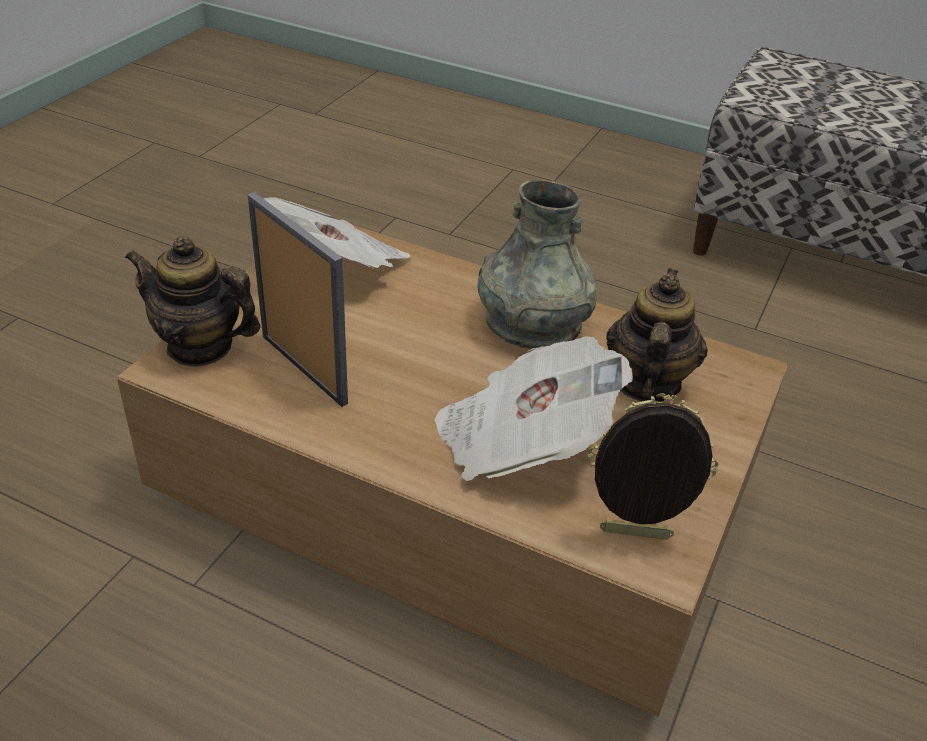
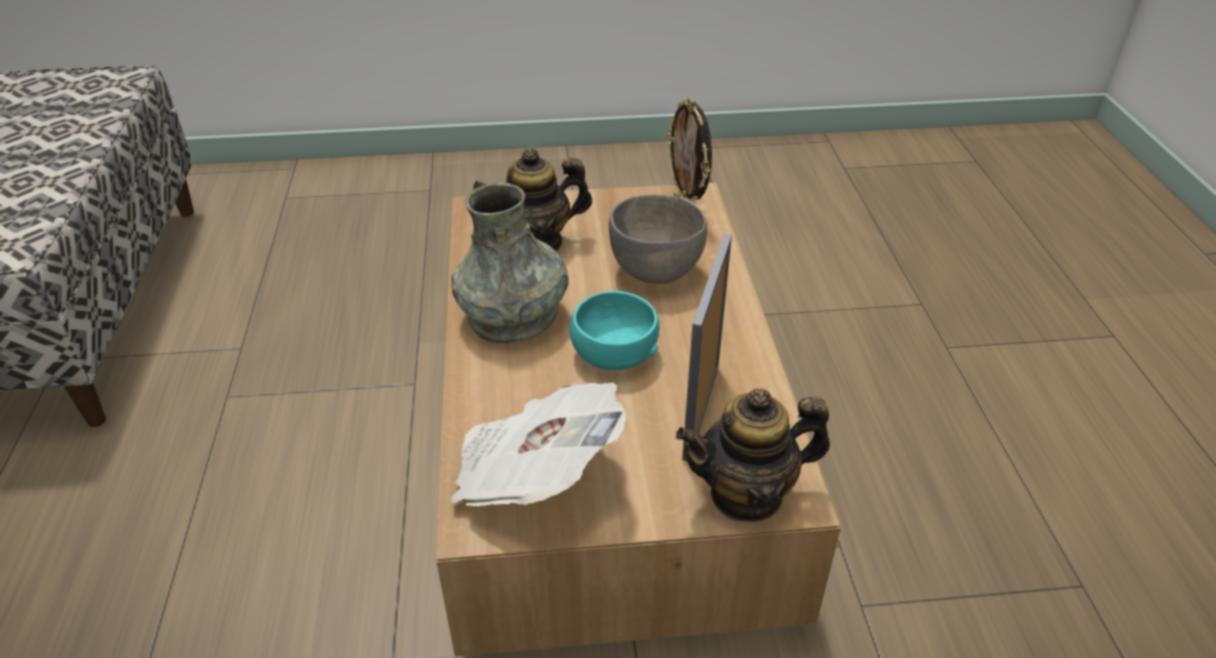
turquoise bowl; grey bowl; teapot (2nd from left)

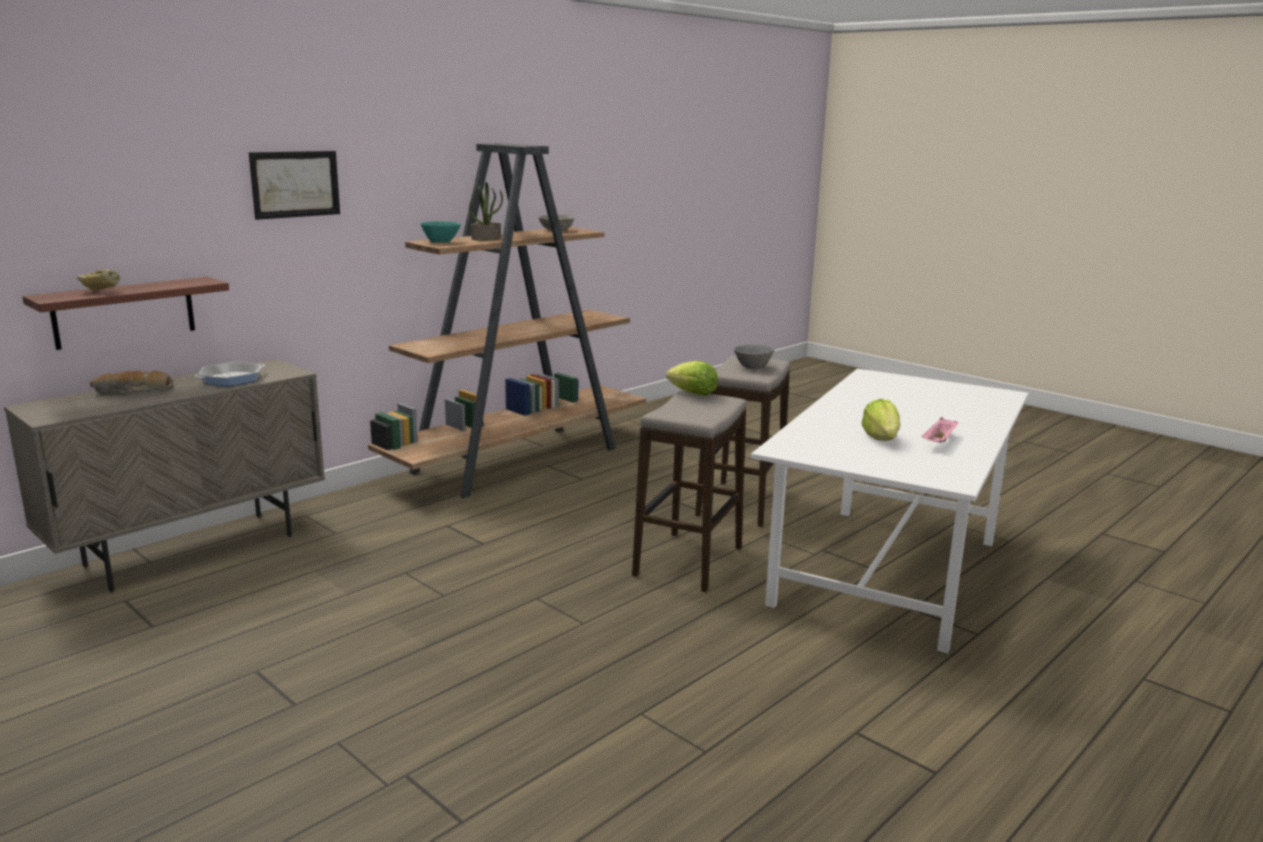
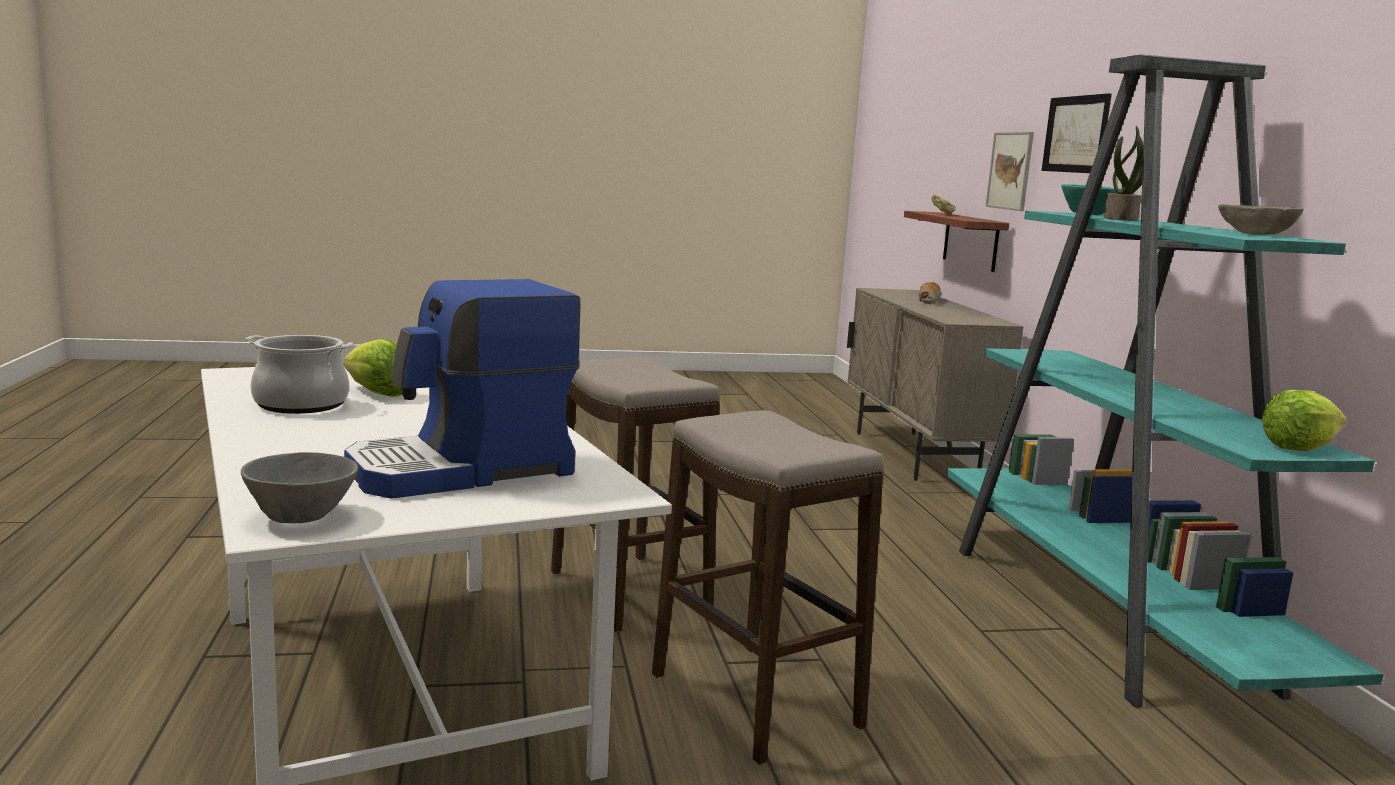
frying pan; coffee machine; picture (1st from left); lettuce (2nd from left); grey bowl (1st from left); cooking pot; turquoise bookcase

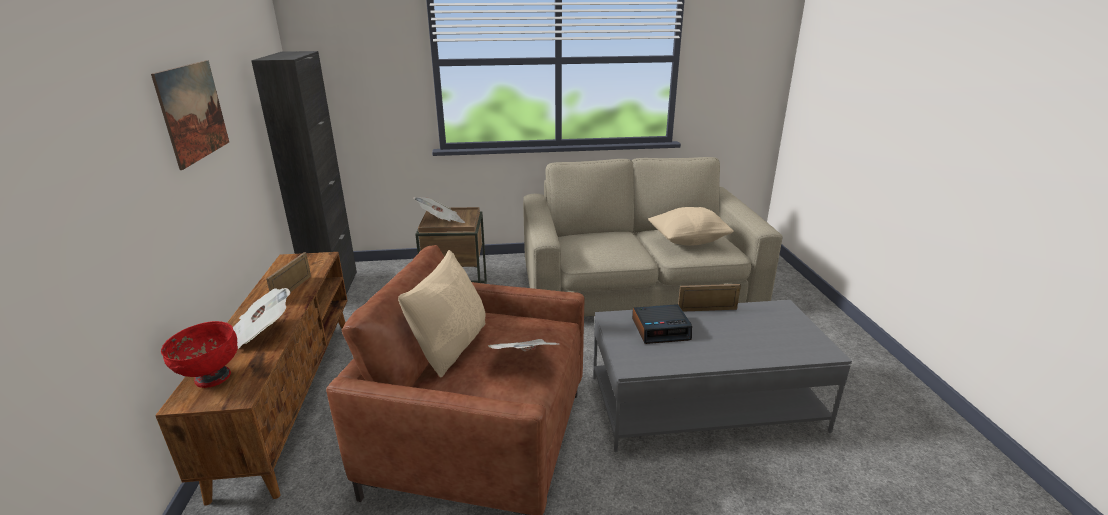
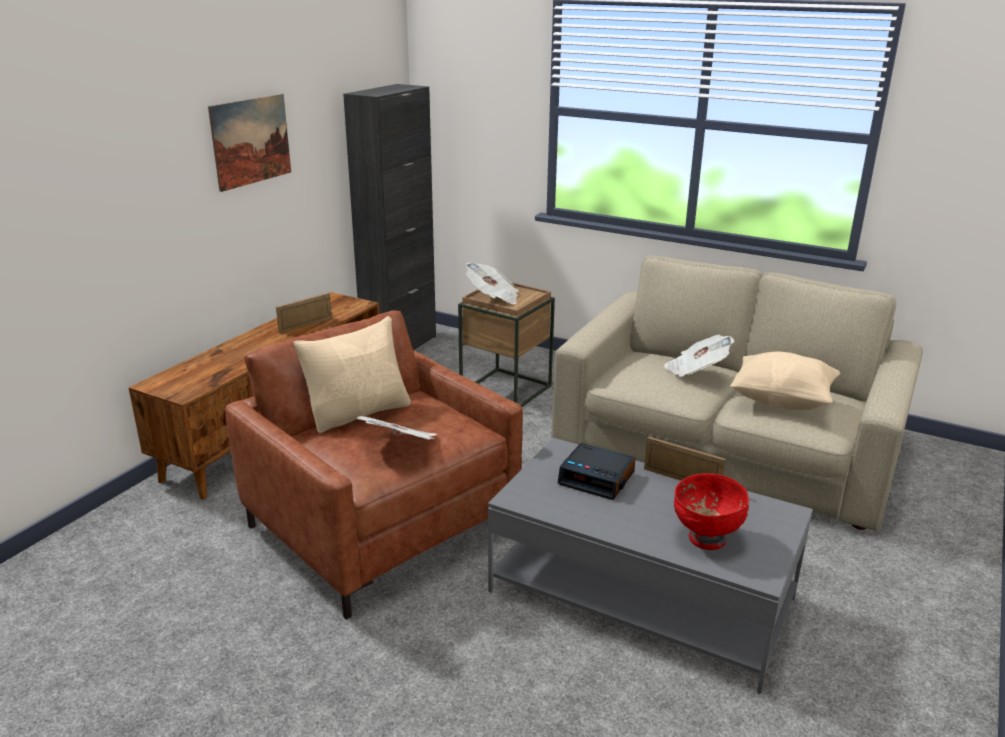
red bowl; newspaper (3rd from left)

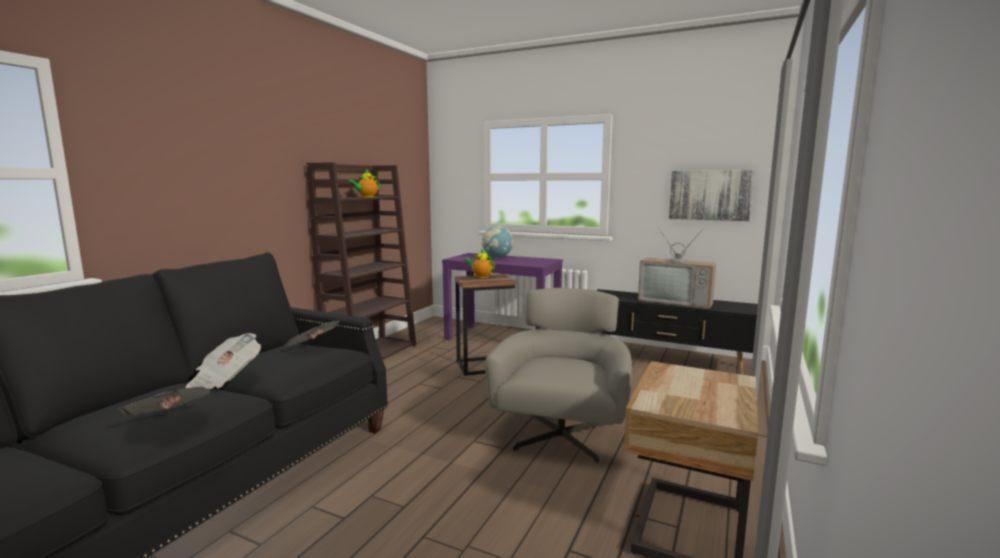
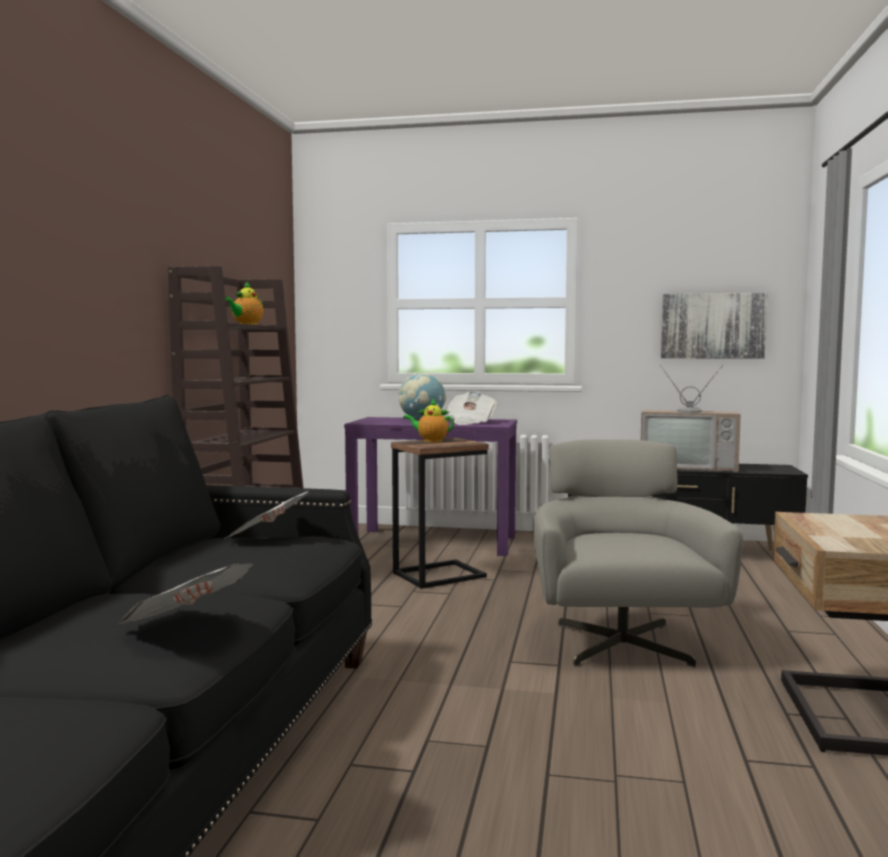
newspaper (3rd from left)

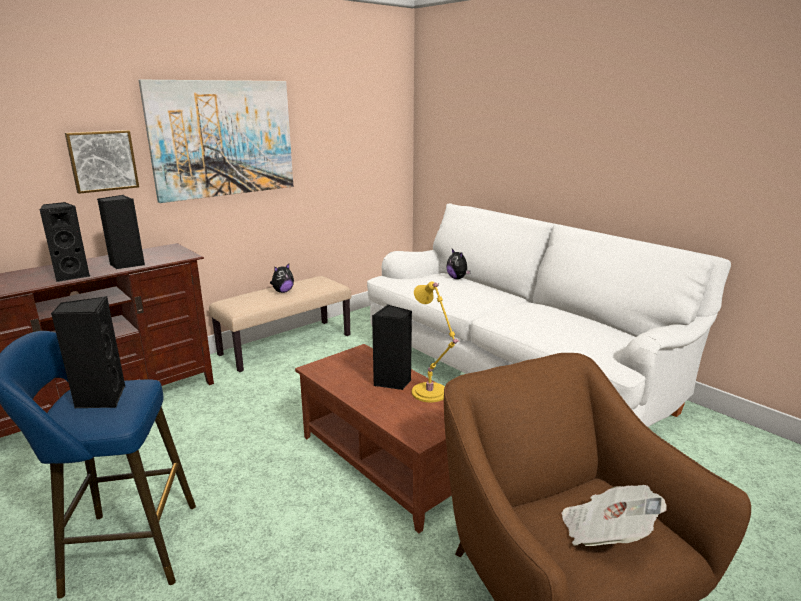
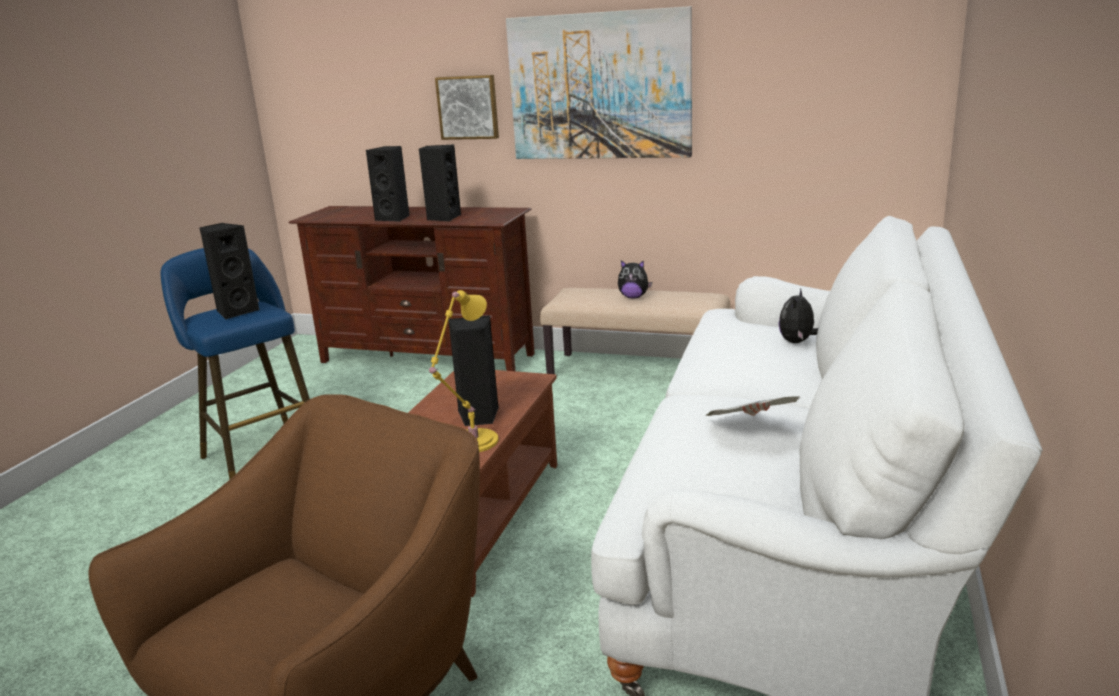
newspaper

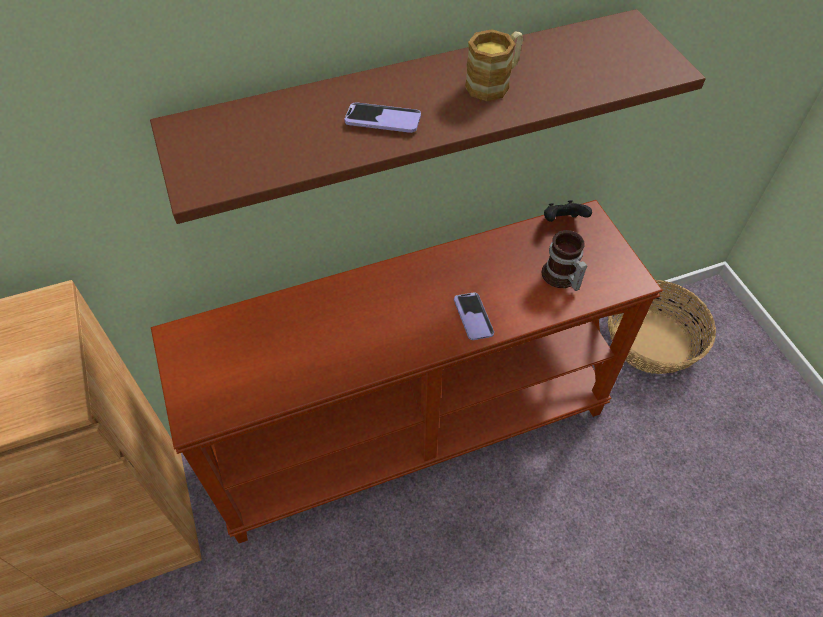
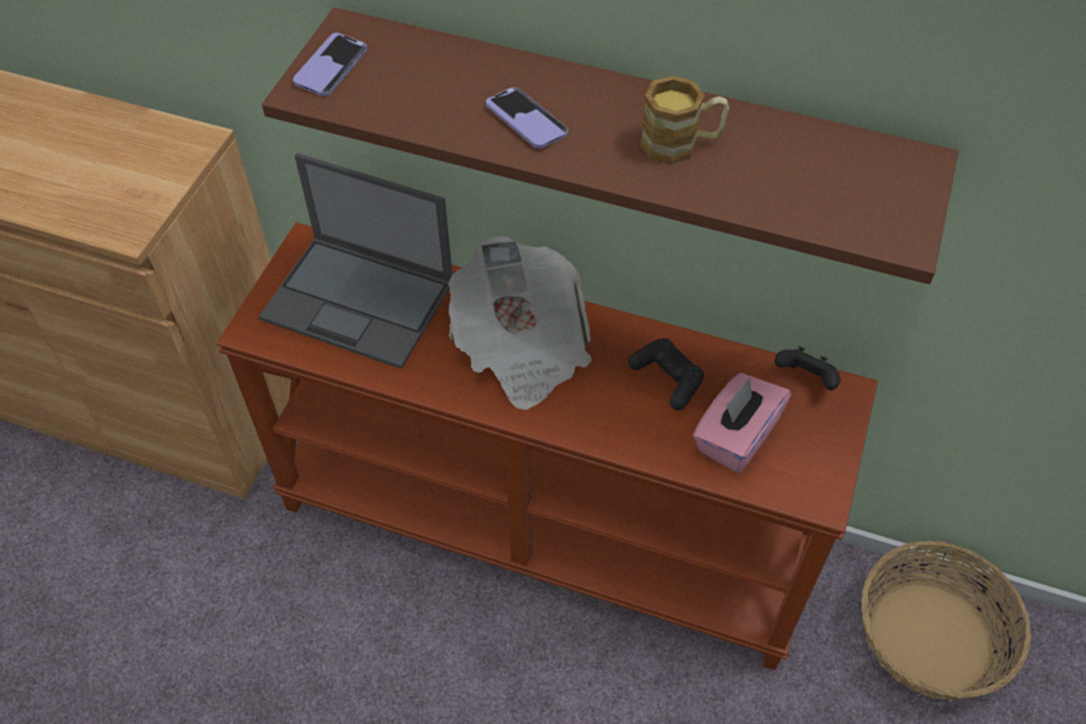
laptop; newspaper; black game controller (1st from left); phone (1st from left); pink tissue box

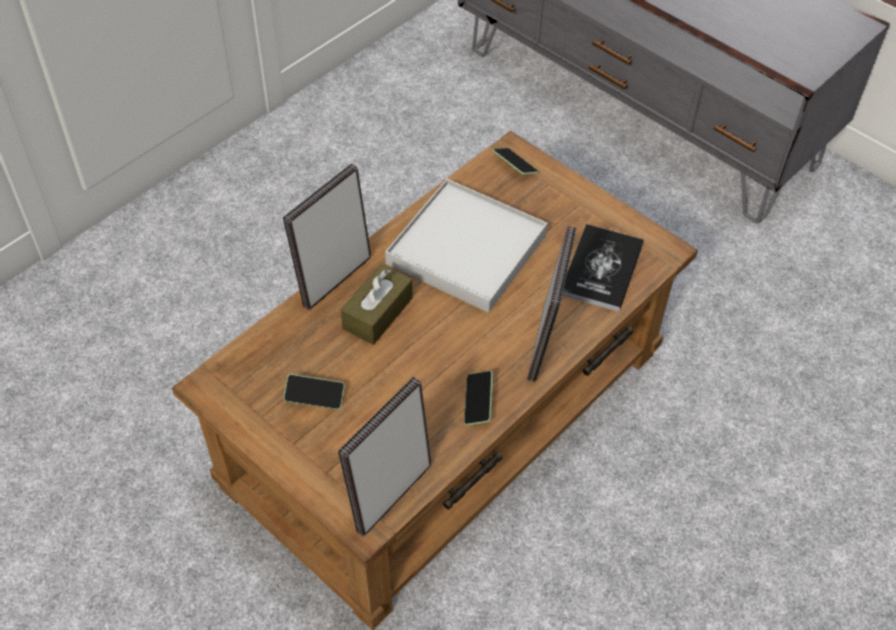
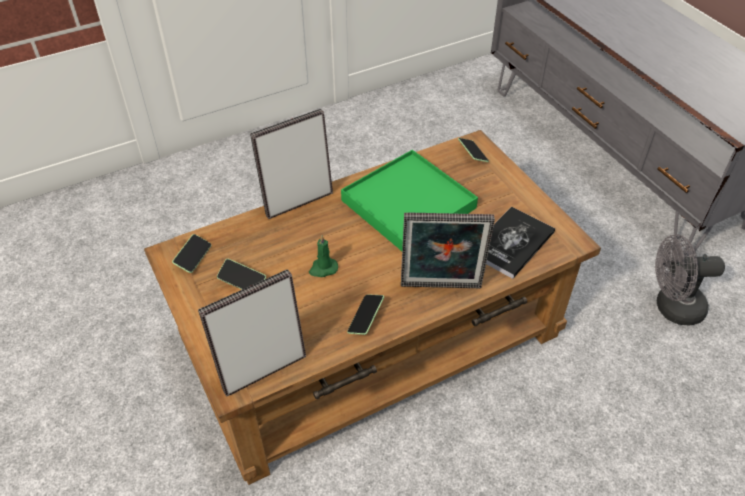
brown tissue box; phone (1st from left); green candle; grey fan; green tray; picture frame (3rd from left)

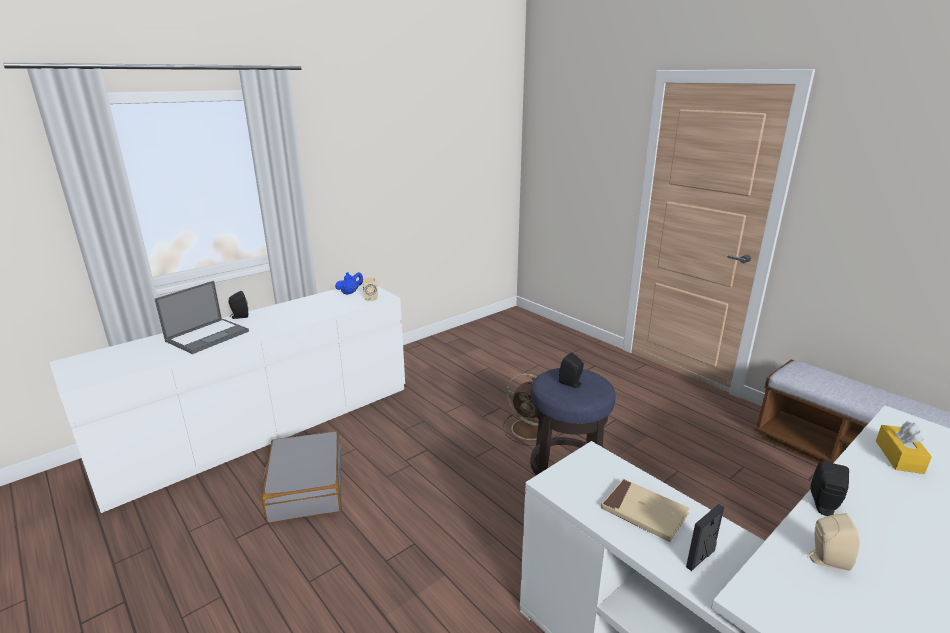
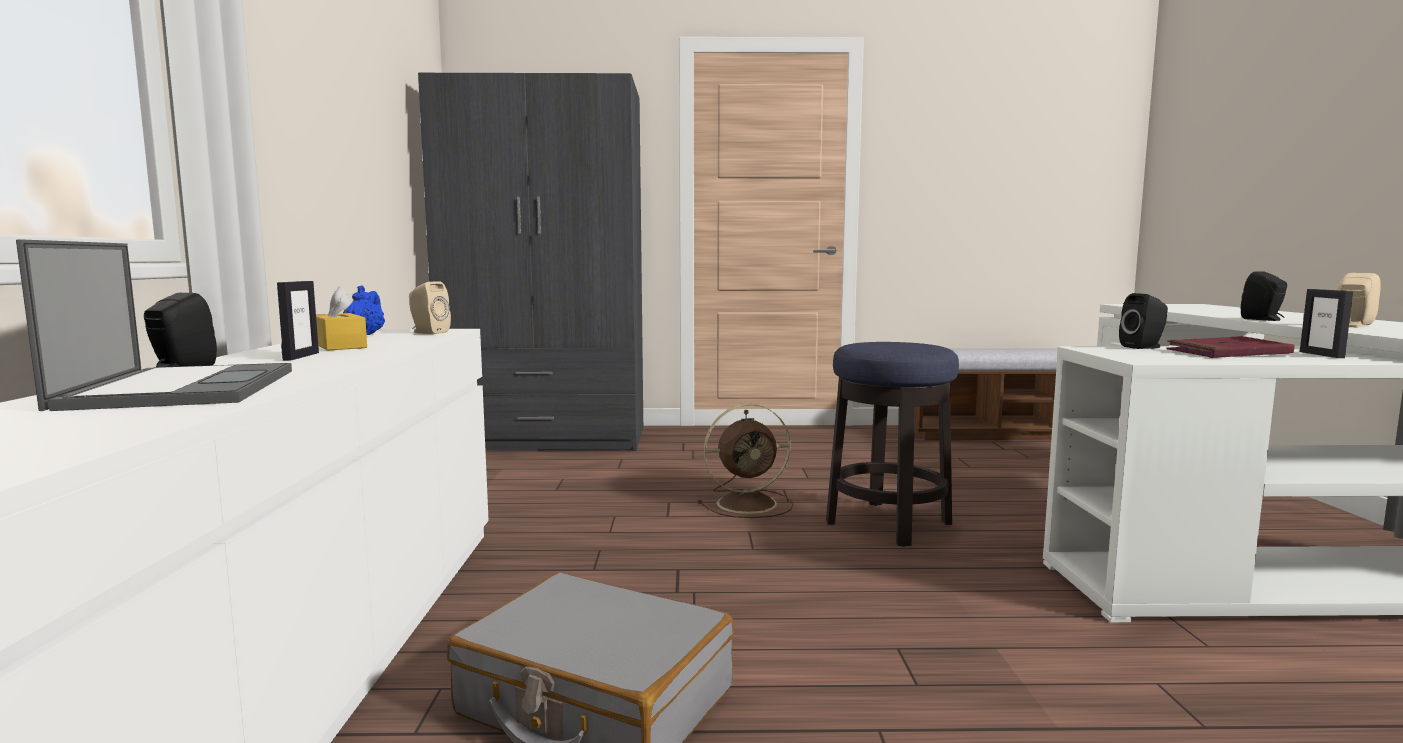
picture frame (1st from left); grey wardrobe; black speaker (2nd from left); yellow tissue box; red book

